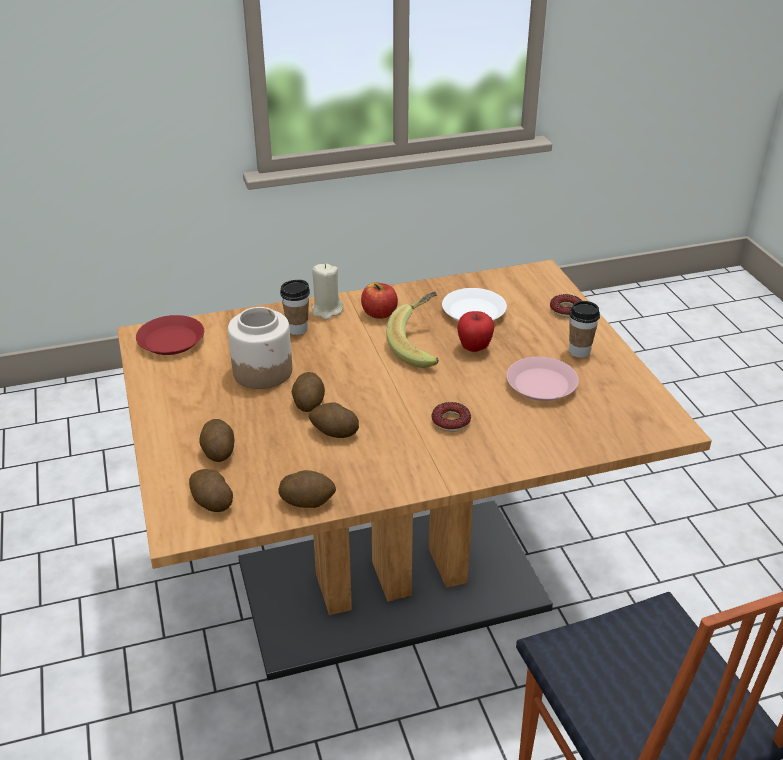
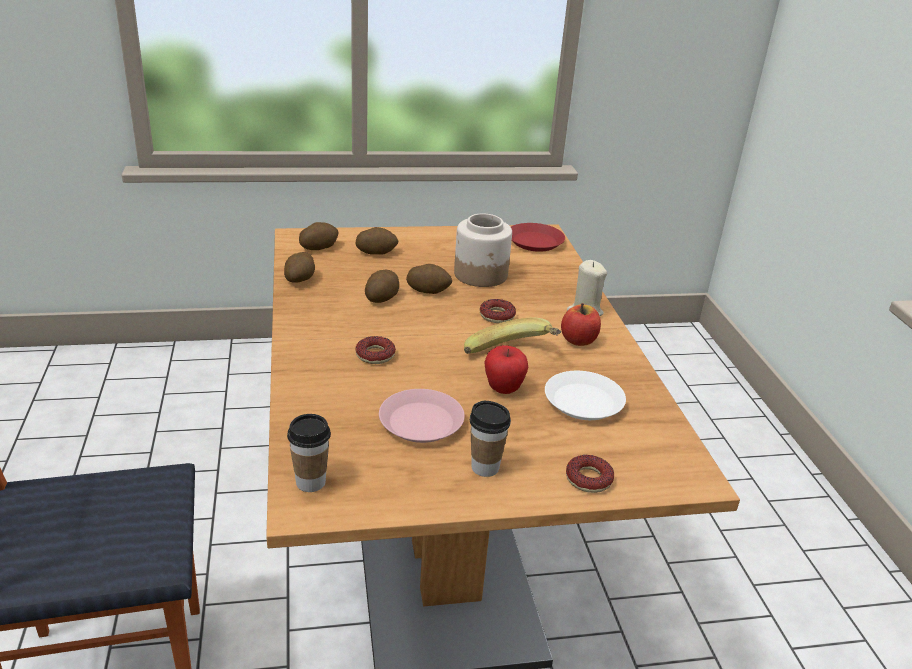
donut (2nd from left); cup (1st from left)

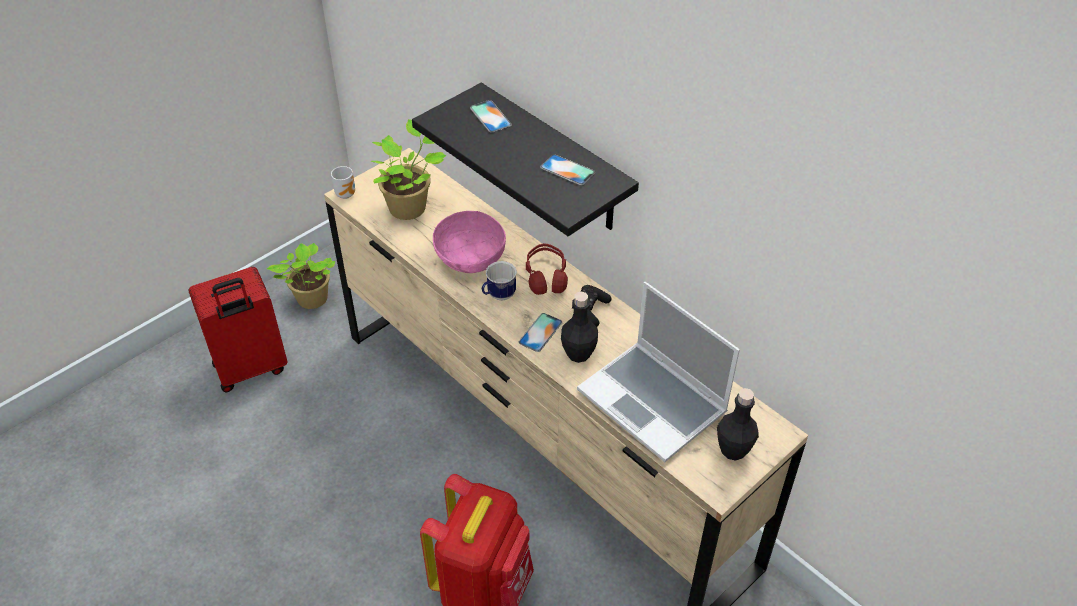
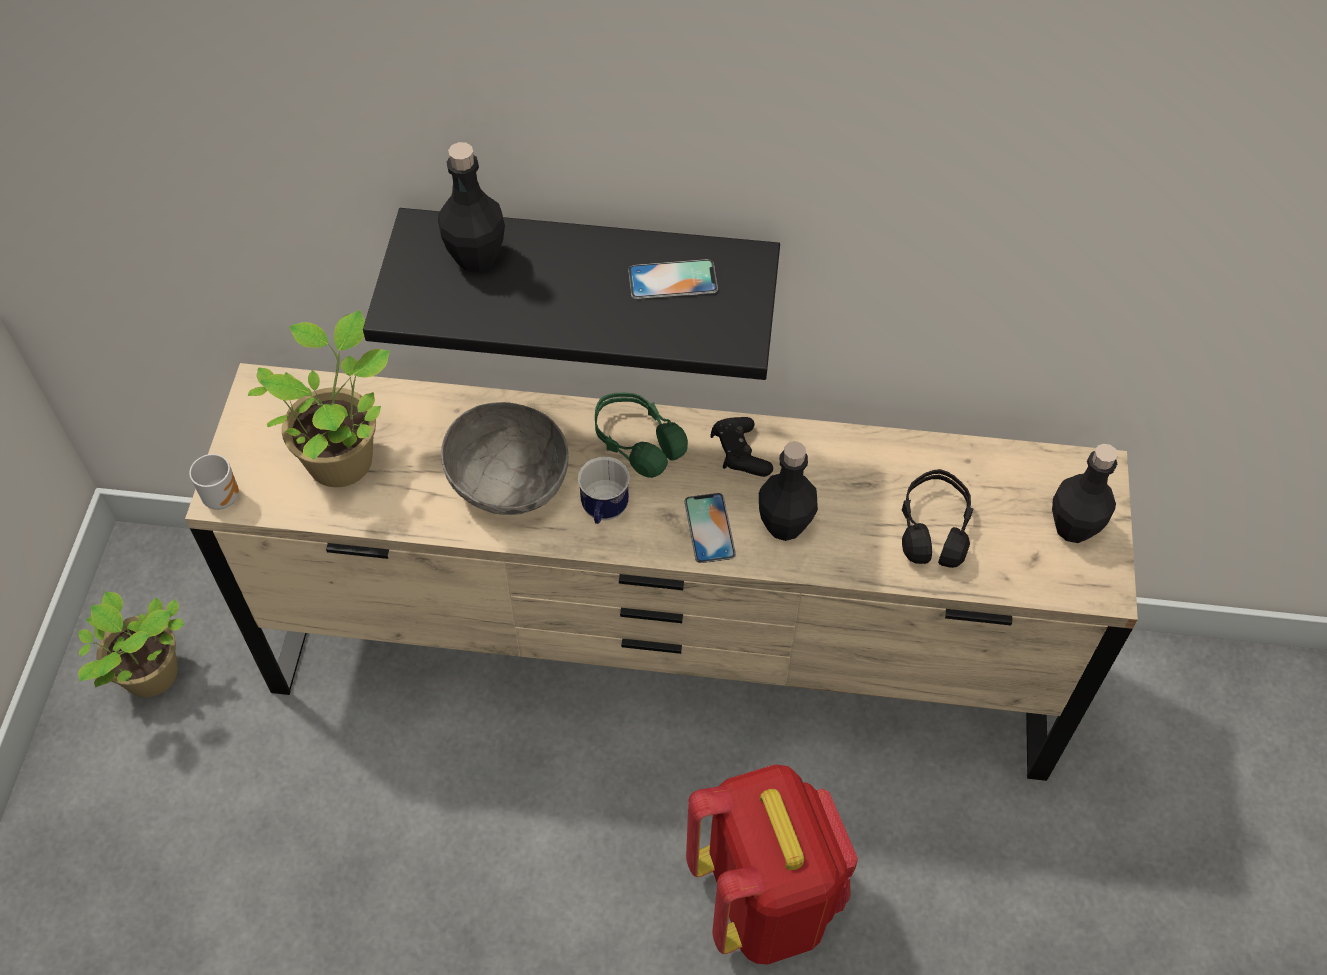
red suitcase; black bottle (1st from left); black headphones; grey bowl; green headphones

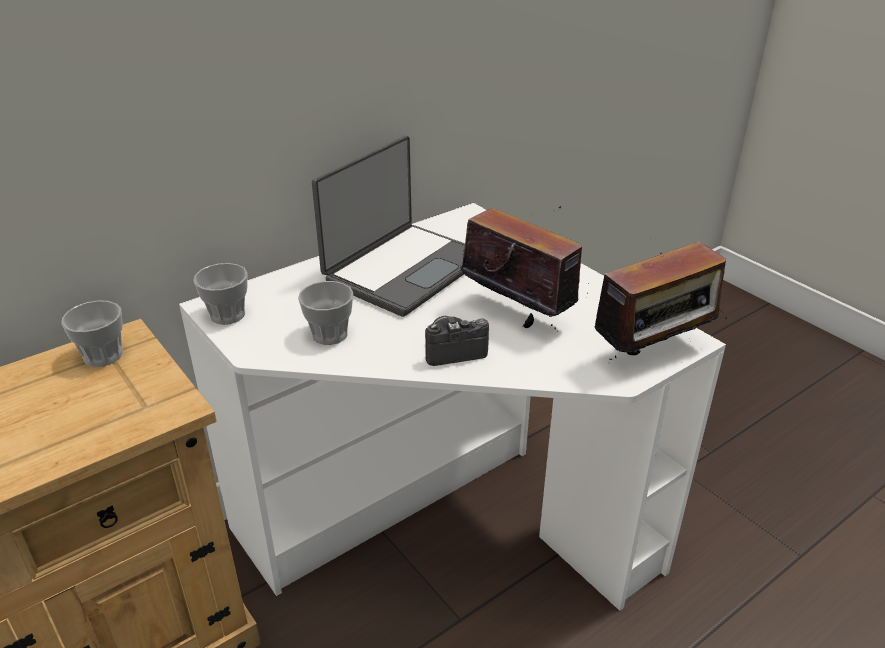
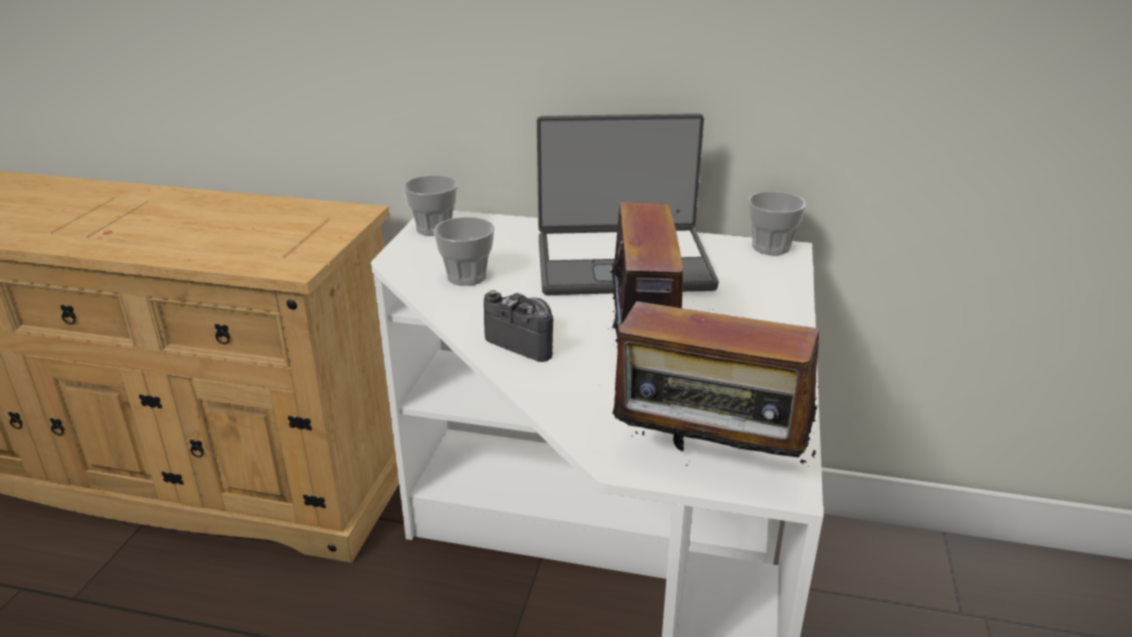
cup (3rd from left)

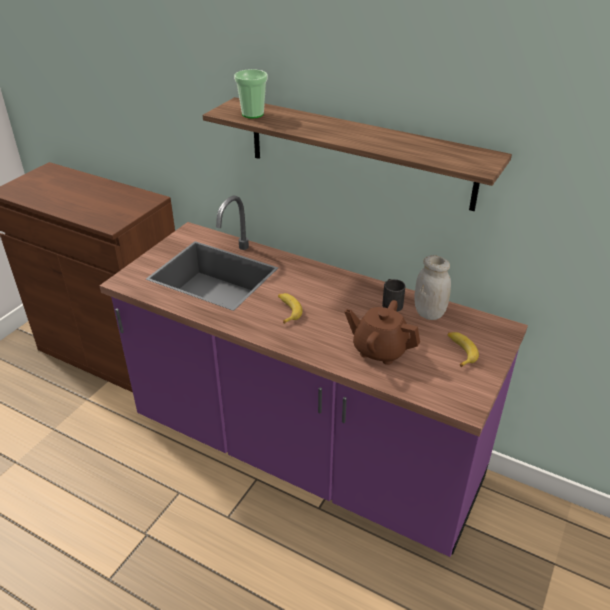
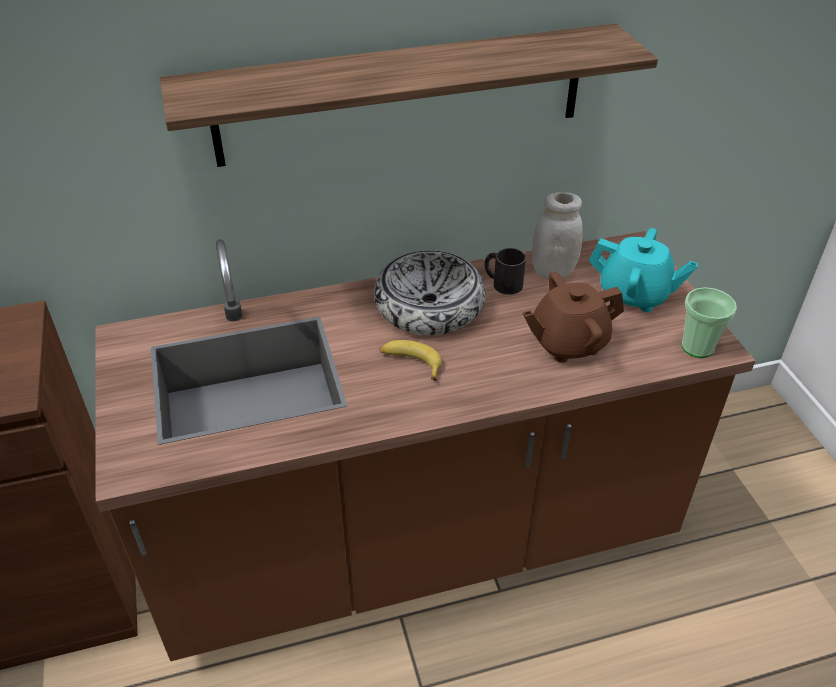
bowl; cup; turquoise teapot; brown counter

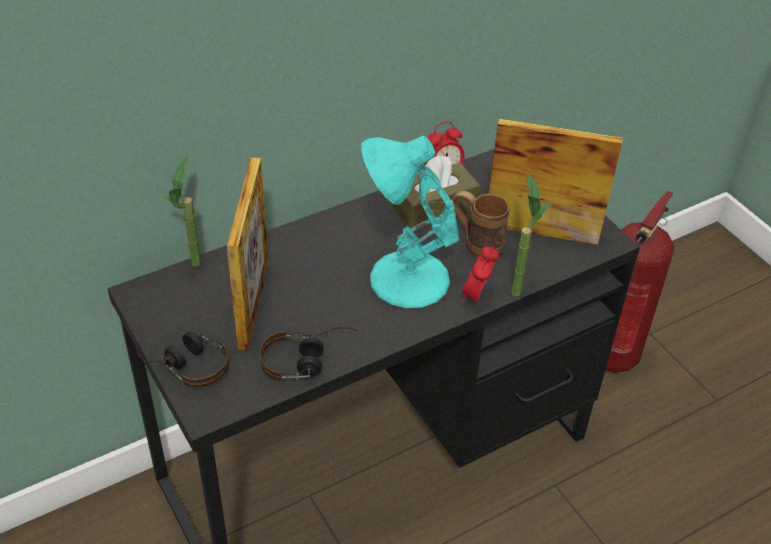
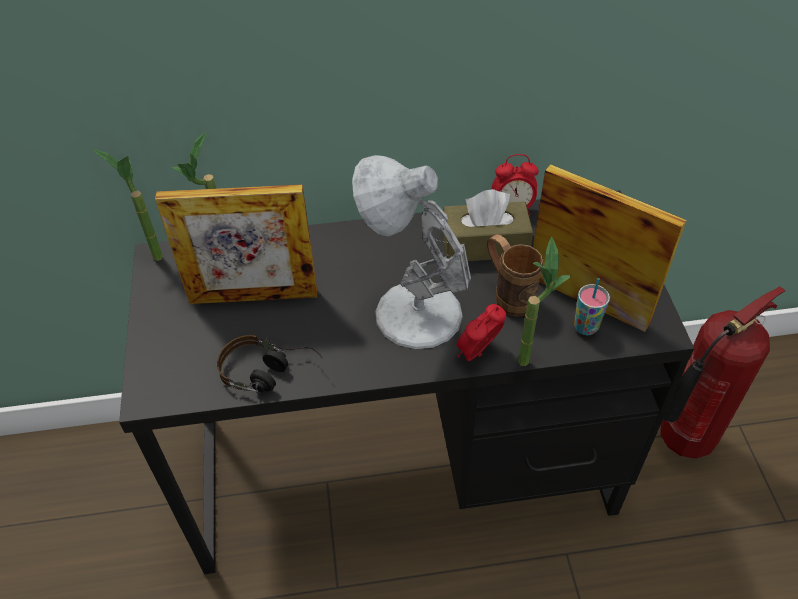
headphones (1st from left in the first image); potted plant (1st from left); cup; white table lamp; picture frame (1st from left)

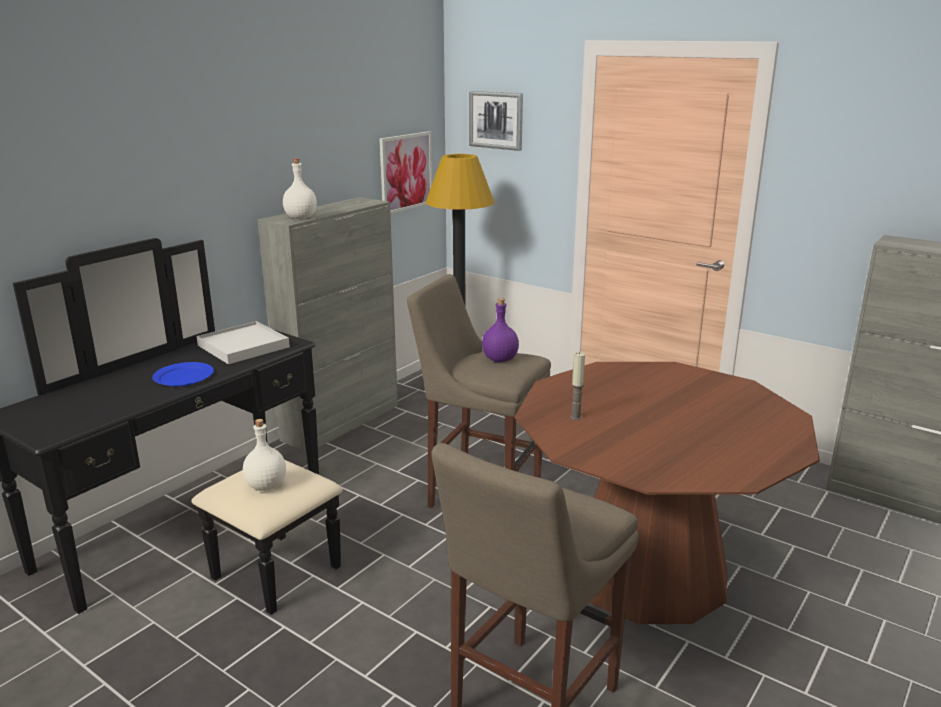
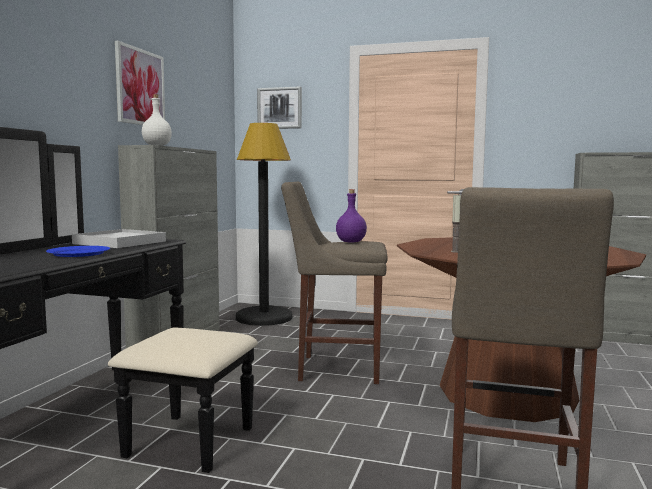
white bottle (1st from left in the first image); picture (1st from left)

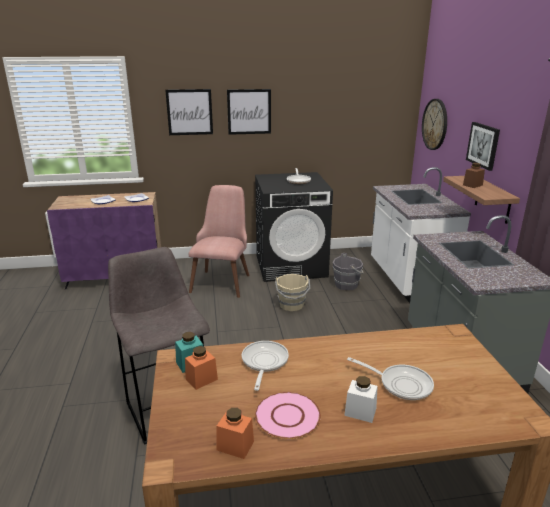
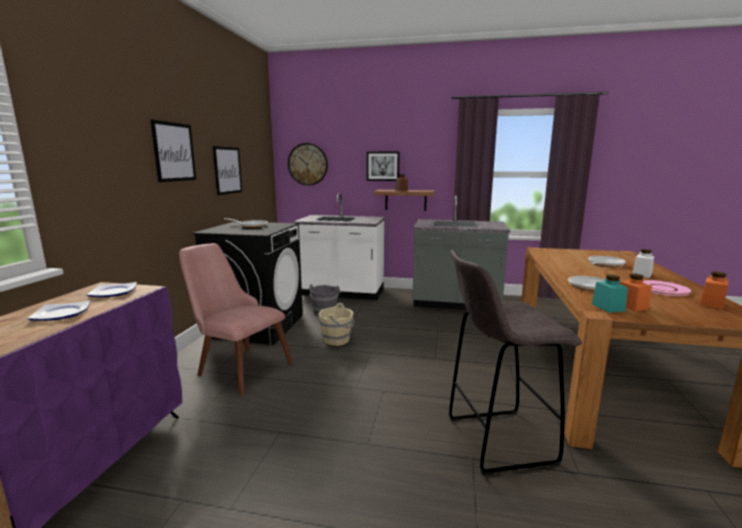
picture (2nd from left)

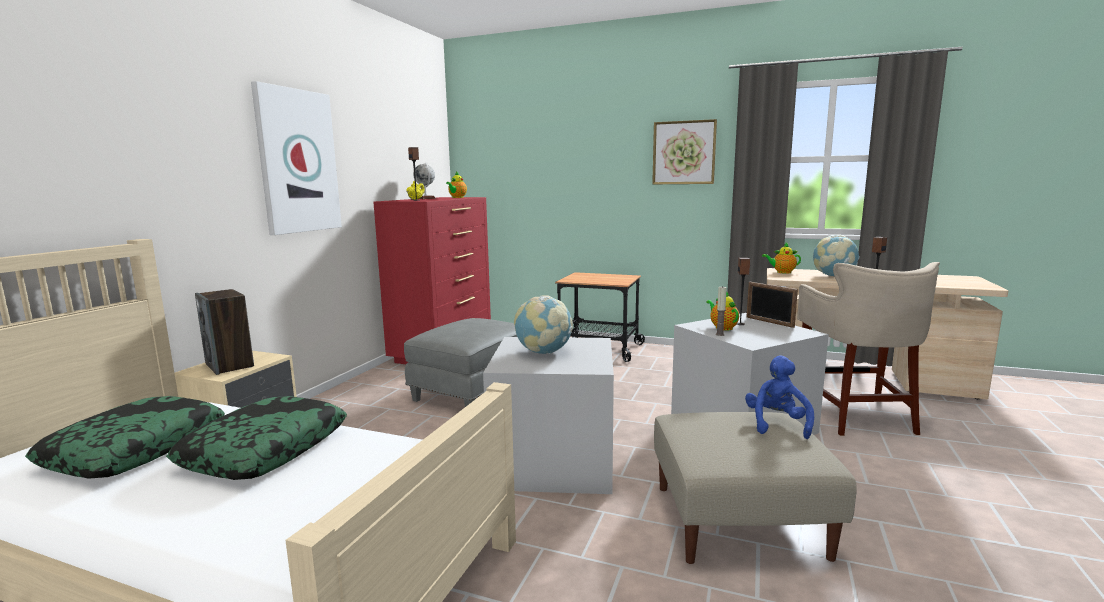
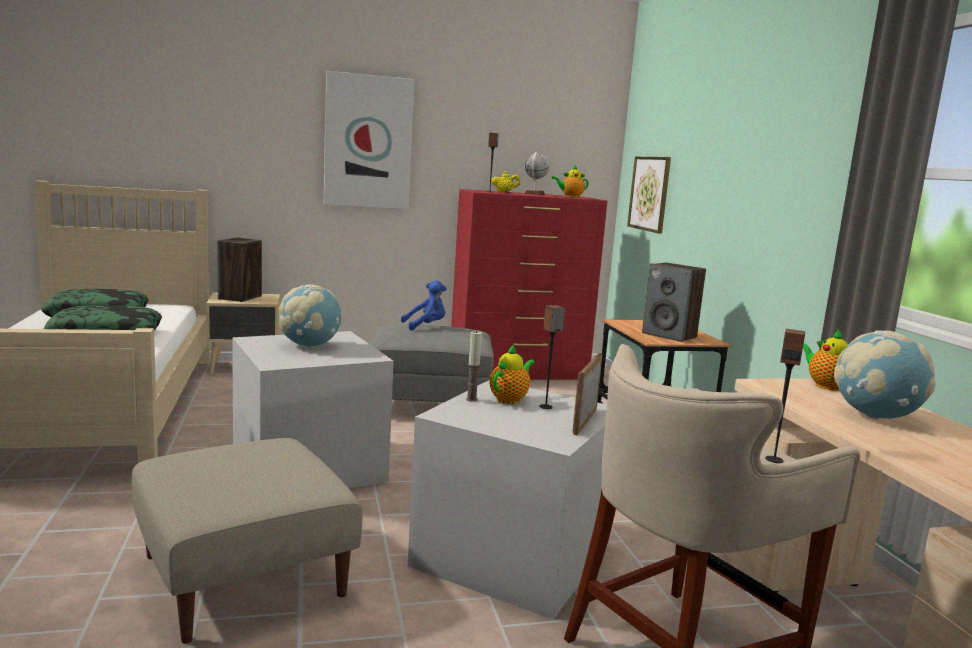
speaker (4th from left); picture (2nd from left); blue plush toy

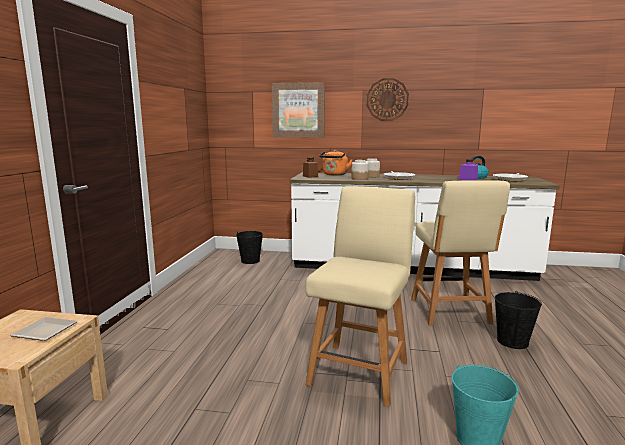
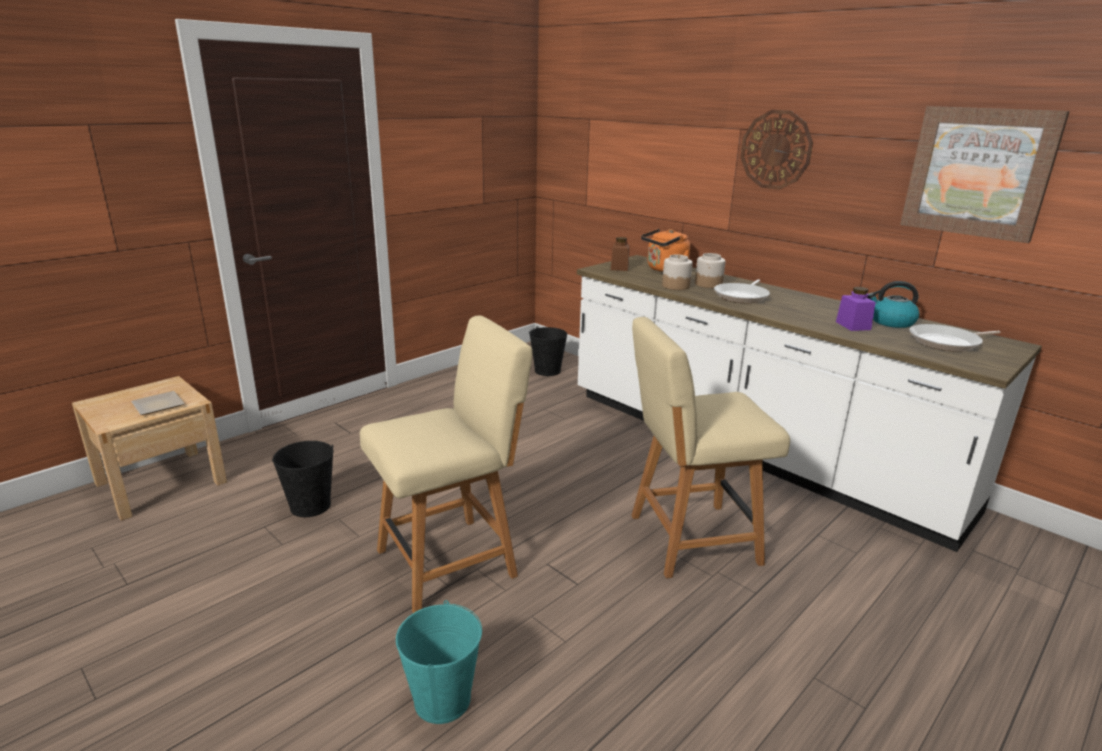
picture; black bucket (1st from left); beige chair (2nd from left)

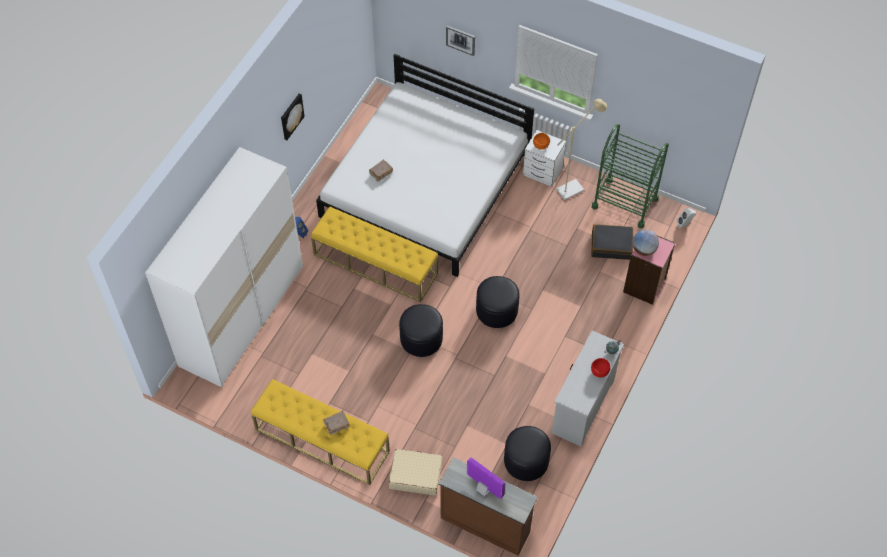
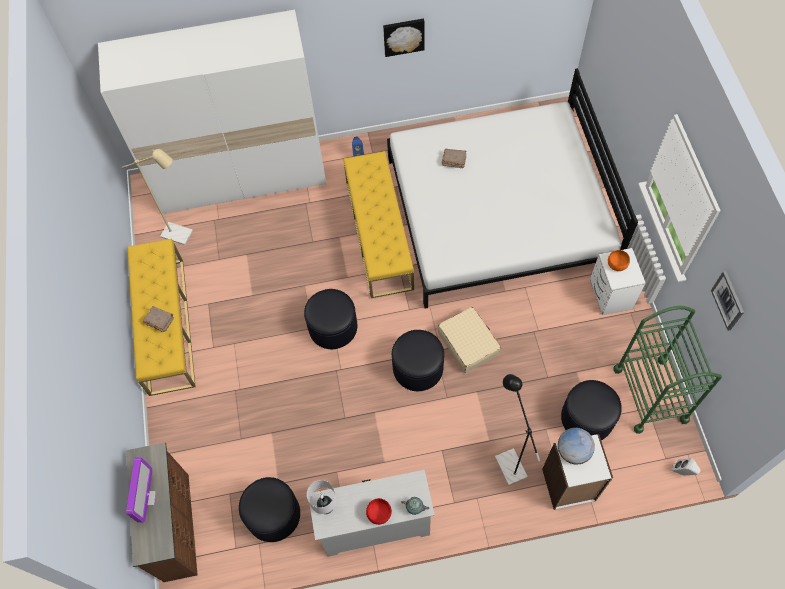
white table lamp; black floor lamp; beige suitcase; picture (2nd from left); beige floor lamp; black ottoman (4th from left); white bookcase

